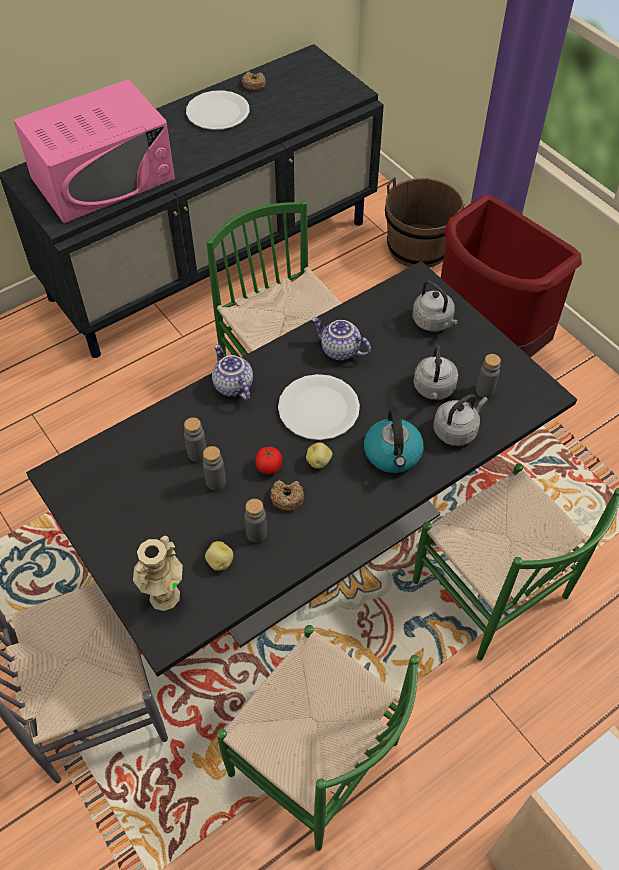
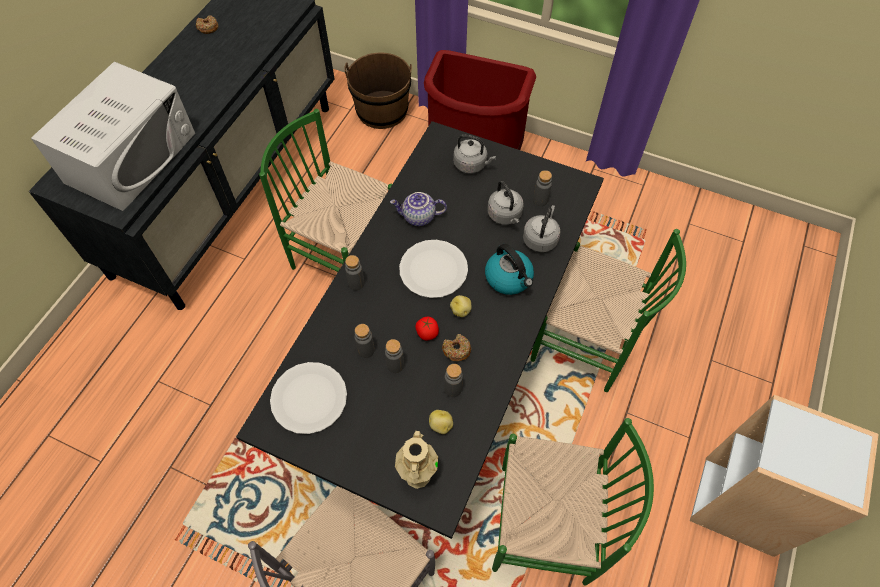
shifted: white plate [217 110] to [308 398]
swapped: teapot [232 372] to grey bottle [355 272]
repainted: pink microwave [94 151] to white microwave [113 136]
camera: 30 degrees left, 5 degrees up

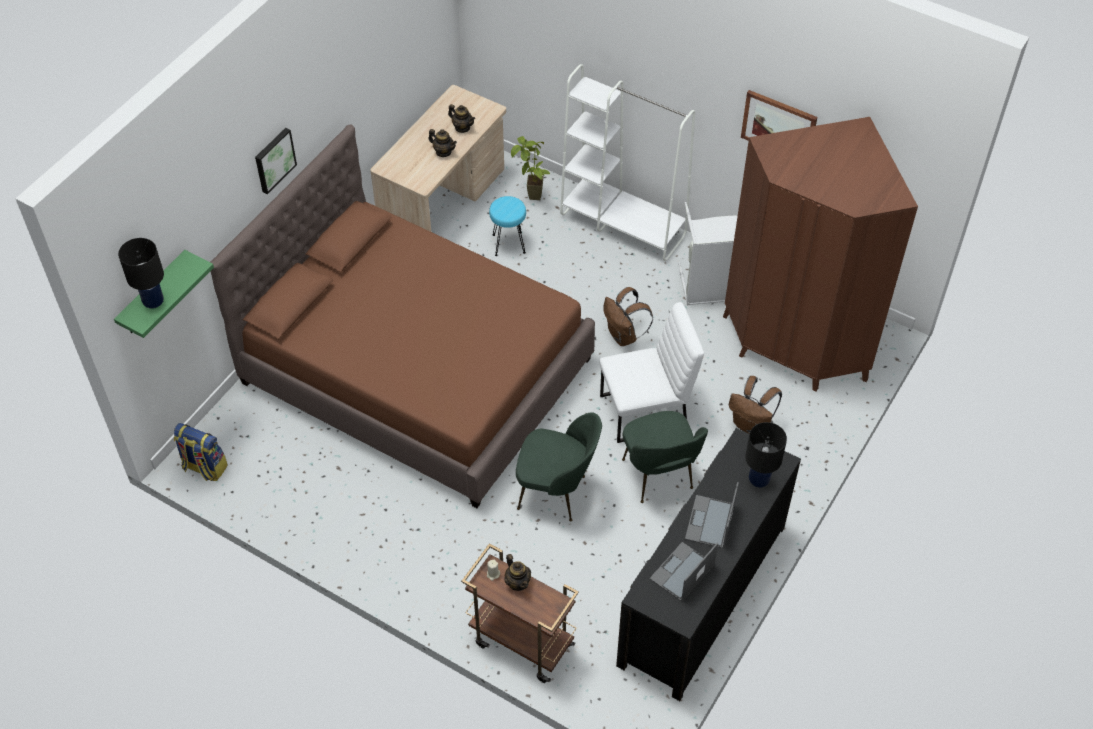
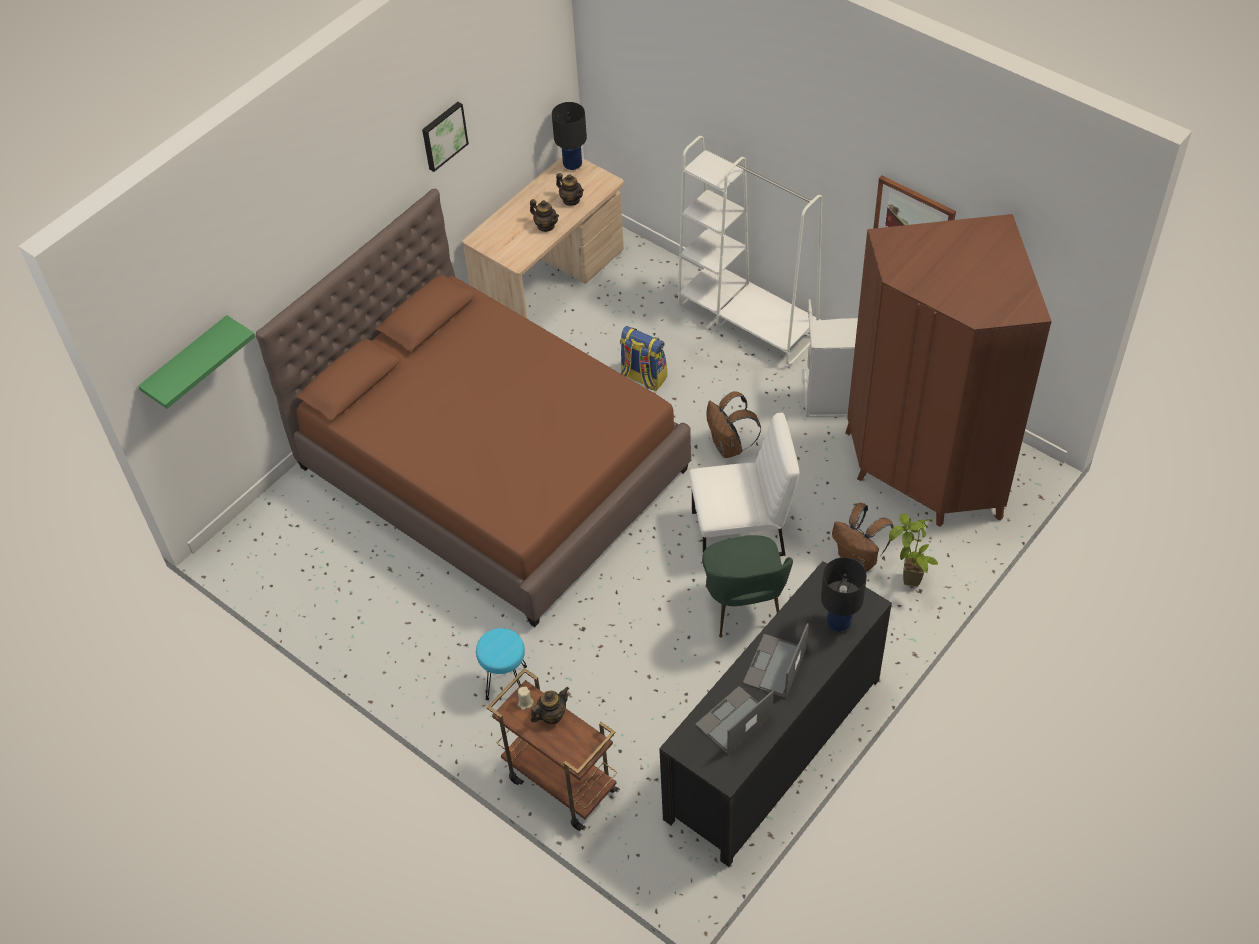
gone: green chair [559 467]
shifted: black table lamp [141 273] to [569 136]; backpack [201 452] to [643 358]; picture [276 161] to [445 137]; turquoise stool [507 226] to [501 664]; potted plant [530 168] to [913 550]
rotated: teapot [517 572] = [550 705] 105 degrees counterclockwise
camera: 10 degrees right, 0 degrees up

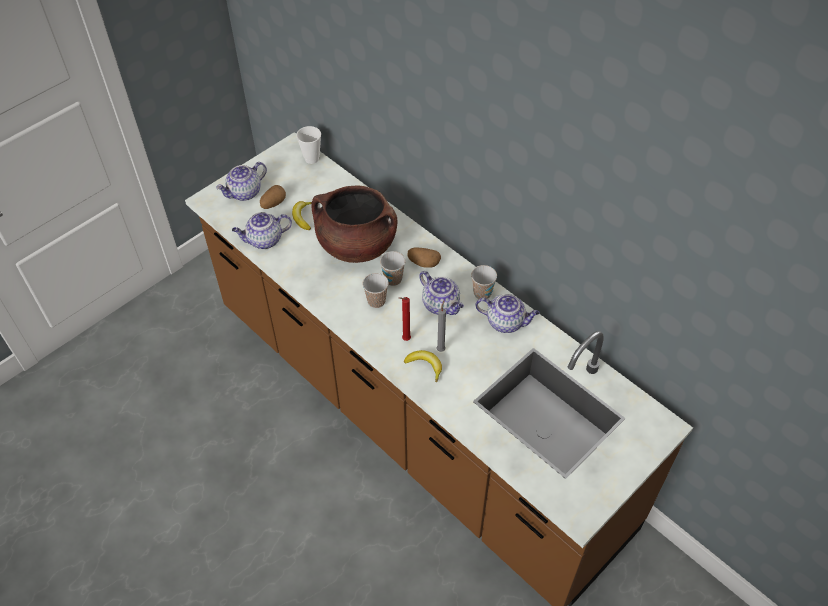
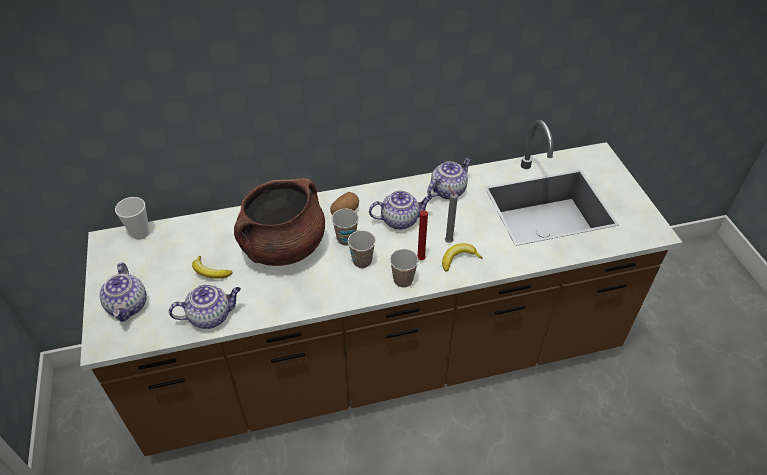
gone: potato [273 197]
shifted: cup [484 282] to [404 268]
rotated: teapot [262 230] = [205 307] 120 degrees counterclockwise
camera: 60 degrees left, 5 degrees down

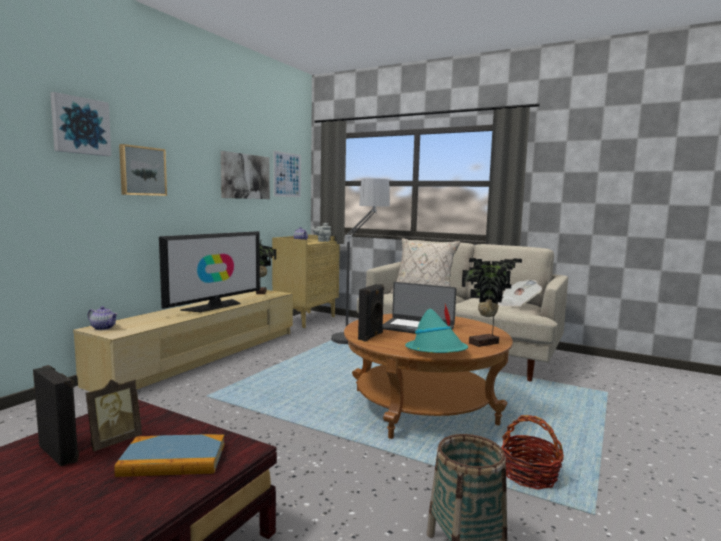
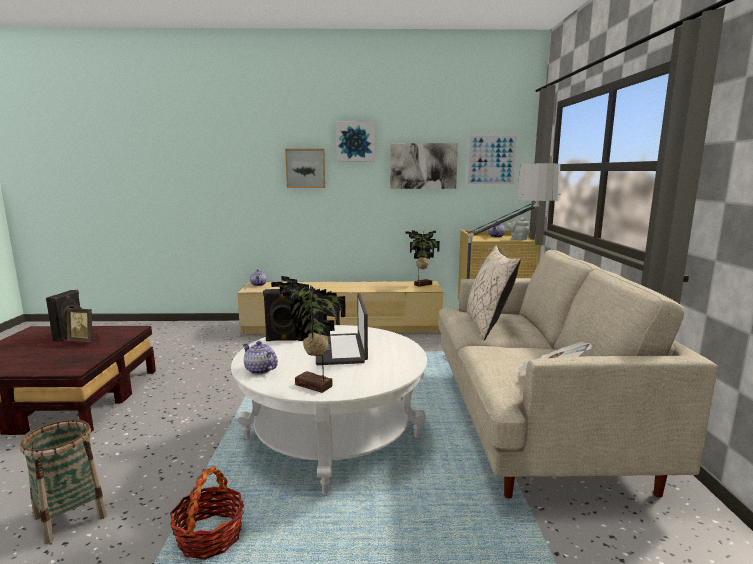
gone: book [169 455]; television [209 271]
shifted: picture [80 124] to [355 142]
swapped: turquoise hat [436 328] to teapot [260 358]
repainted: brown coffee table [428 376] to white coffee table [329 410]
camera: 60 degrees right, 5 degrees up

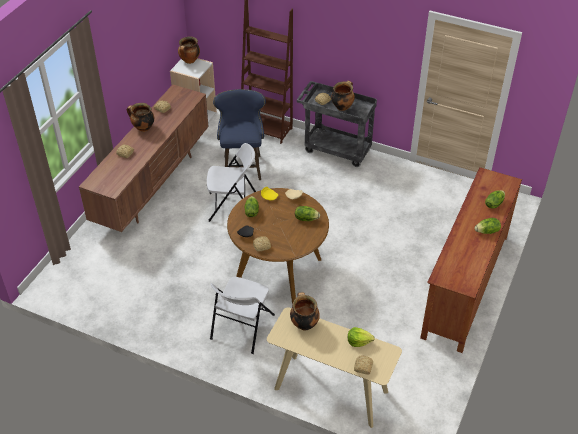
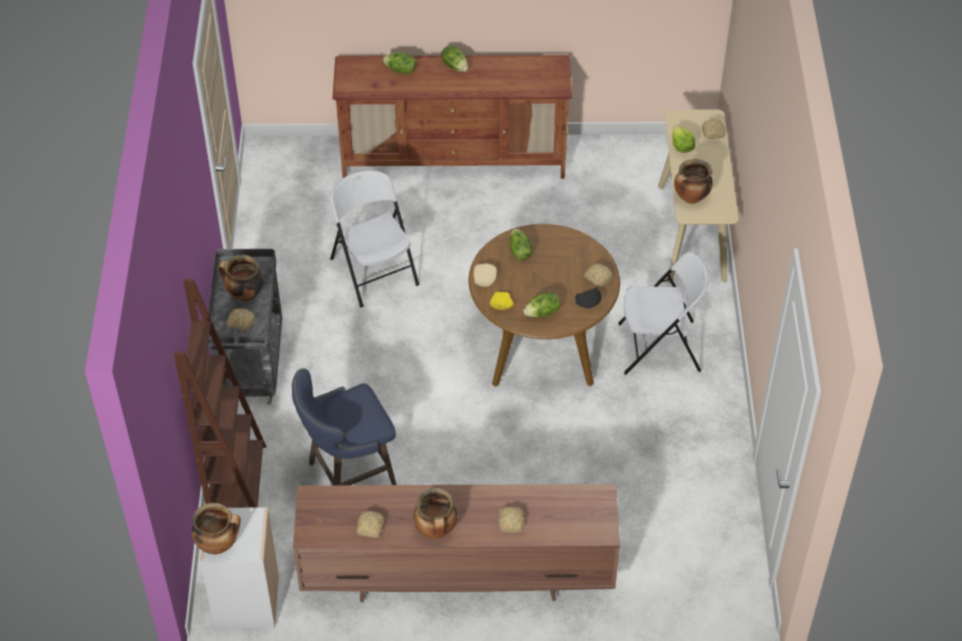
shifted: white chair [231 182] to [375 239]
camera: 115 degrees left, 5 degrees up

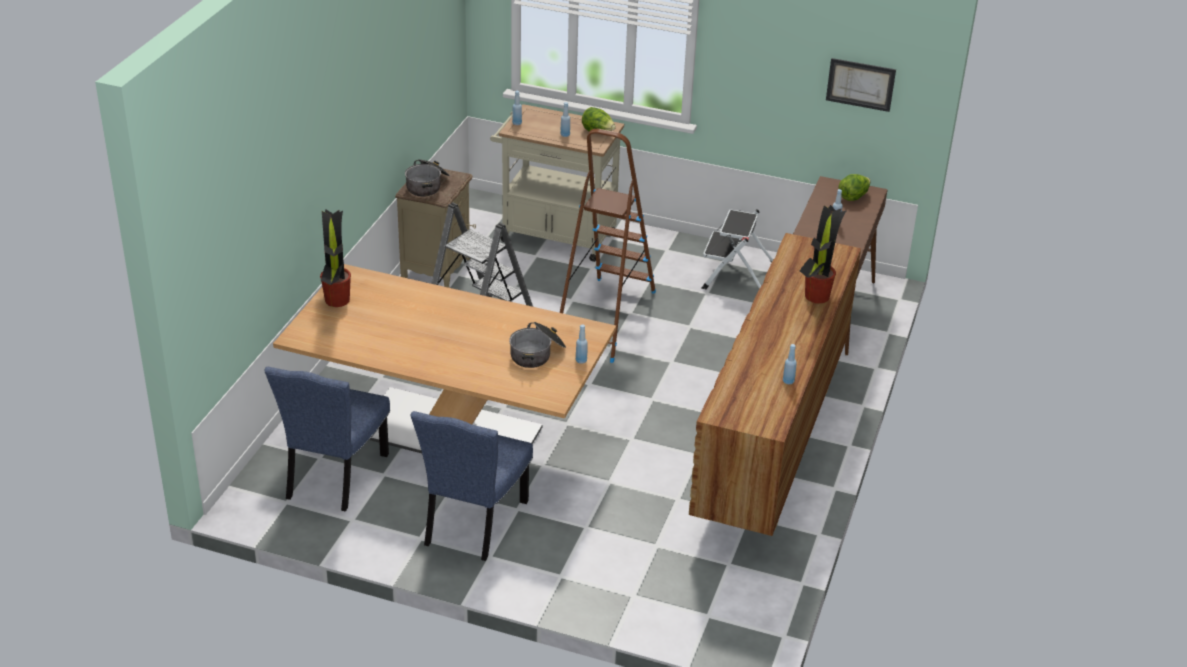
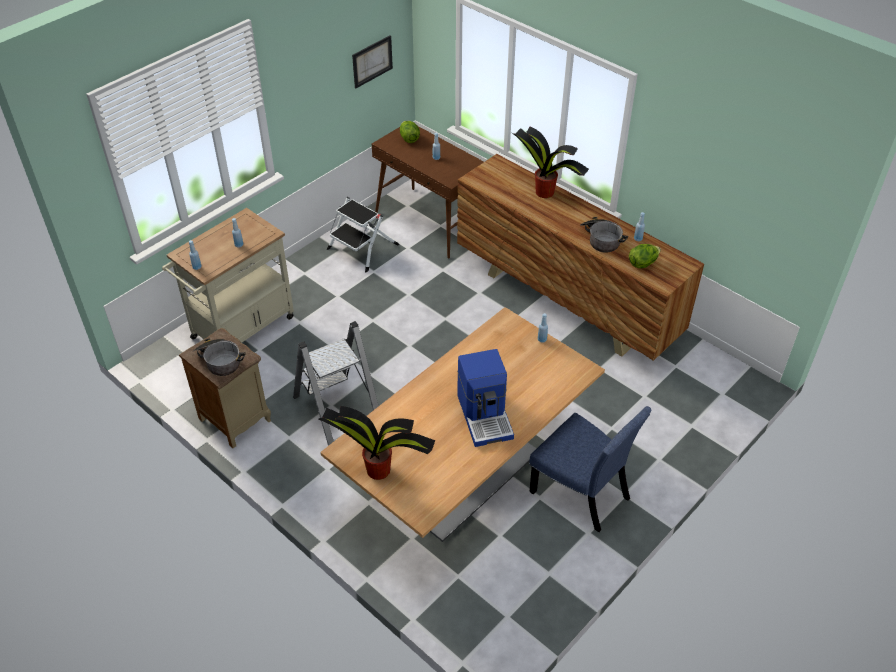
gone: blue chair [327 439]; brown step ladder [608 246]
new: coffee machine [485 398]
shifted: cooking pot [537 345] to [604 235]; lettuce [599 119] to [645 256]
camera: 65 degrees left, 10 degrees up

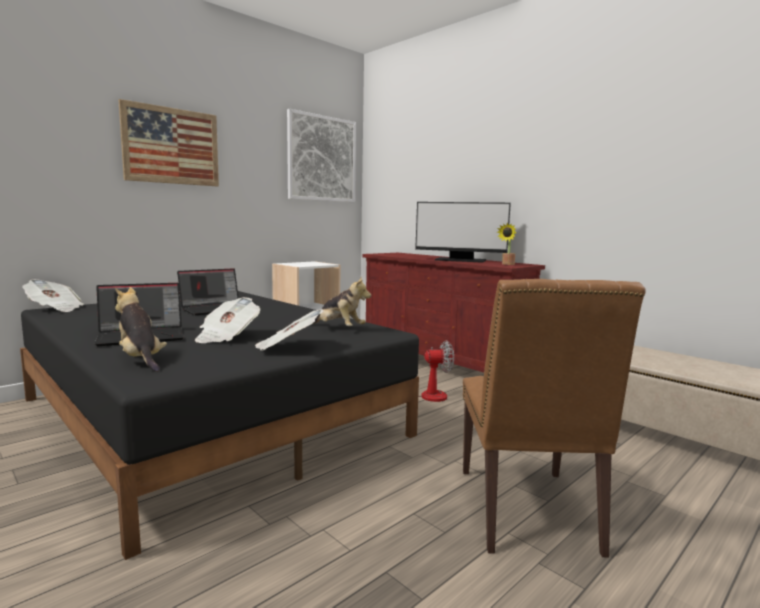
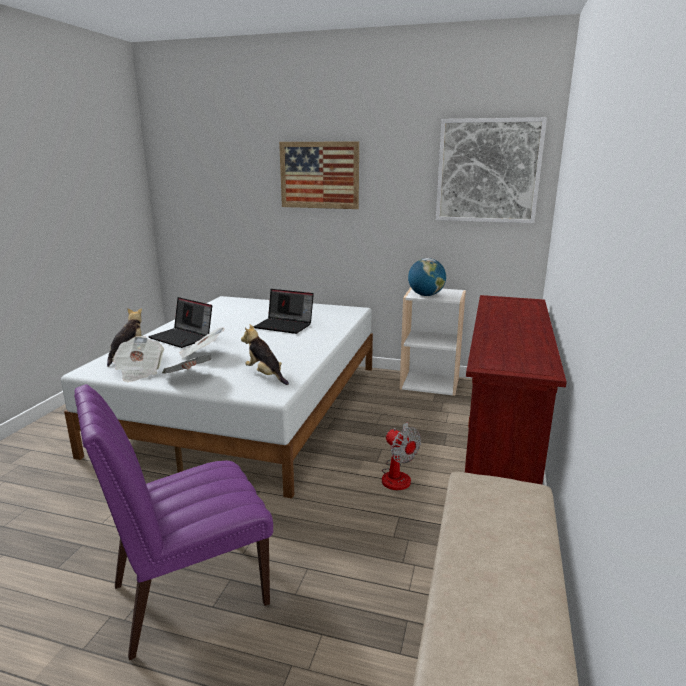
gone: monitor [463 232]; potted plant [506 244]
new: globe [427 277]
shifted: newspaper [53 295] to [138 359]
repainted: black bed [219 425] to white bed [217 397]; brown chair [554 418] to purple chair [173 522]
rotated: plush toy [341 301] = [265 355] 135 degrees clockwise
camera: 60 degrees right, 10 degrees up

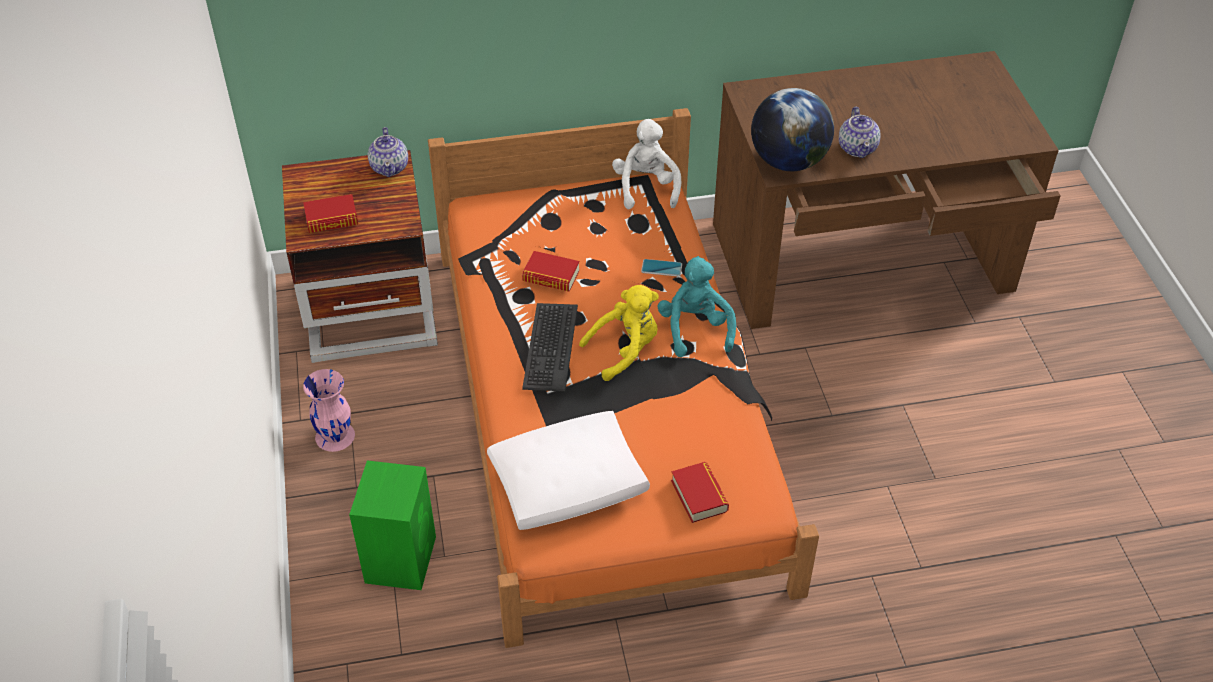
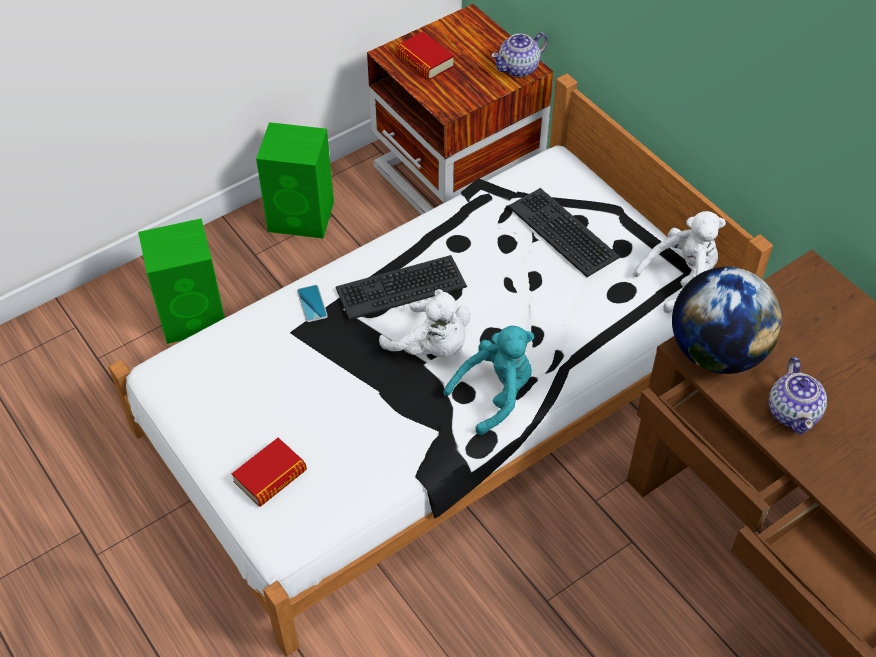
gone: white pillow [568 470]; book [551 271]
new: keyboard [564 232]
shifted: phone [661 268] to [312 303]
swapped: pink vase [329 410] to green speaker [295 180]
repainted: orange bed [623 378] to white bed [440 364]; yellow plush toy [619 333] to white plush toy [424 323]
rotated: teapot [859 132] = [798 395] 60 degrees counterclockwise
camera: 65 degrees right, 5 degrees up

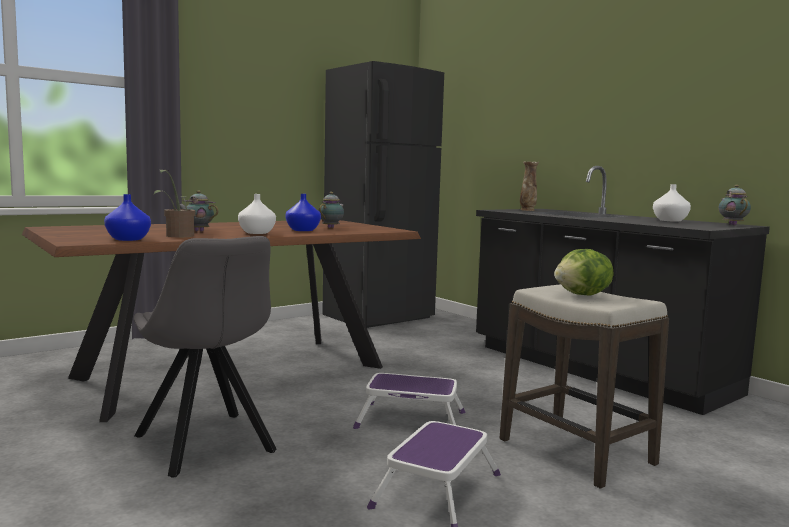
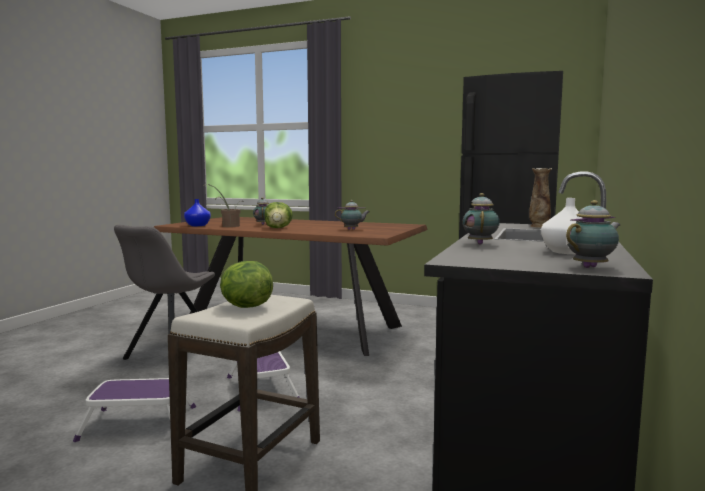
gone: blue vase [303 212]
new: teapot [481 219]
swapped: white vase [257 214] to lettuce [278 215]
camera: 60 degrees right, 0 degrees up

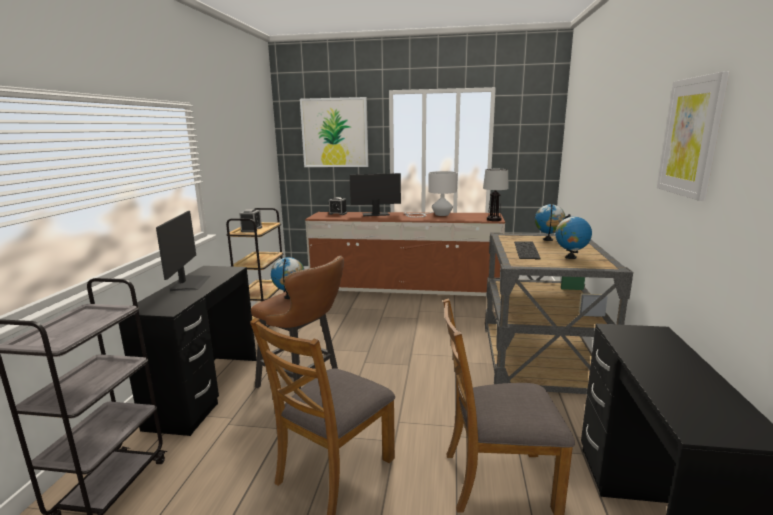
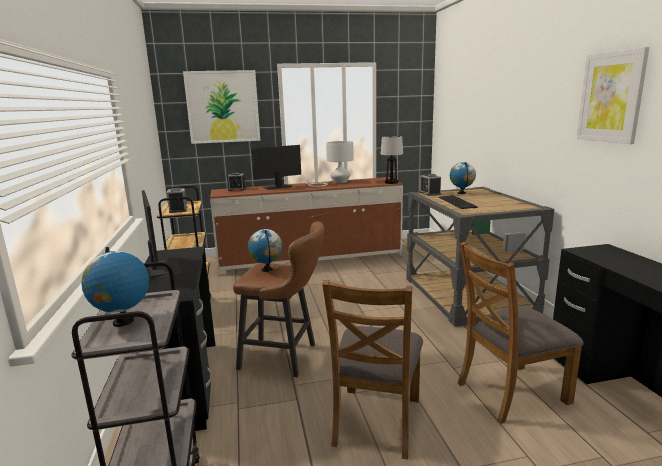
new: alarm clock [430 185]
shifted: globe [573 236] to [115 287]
camera: 20 degrees left, 0 degrees up

